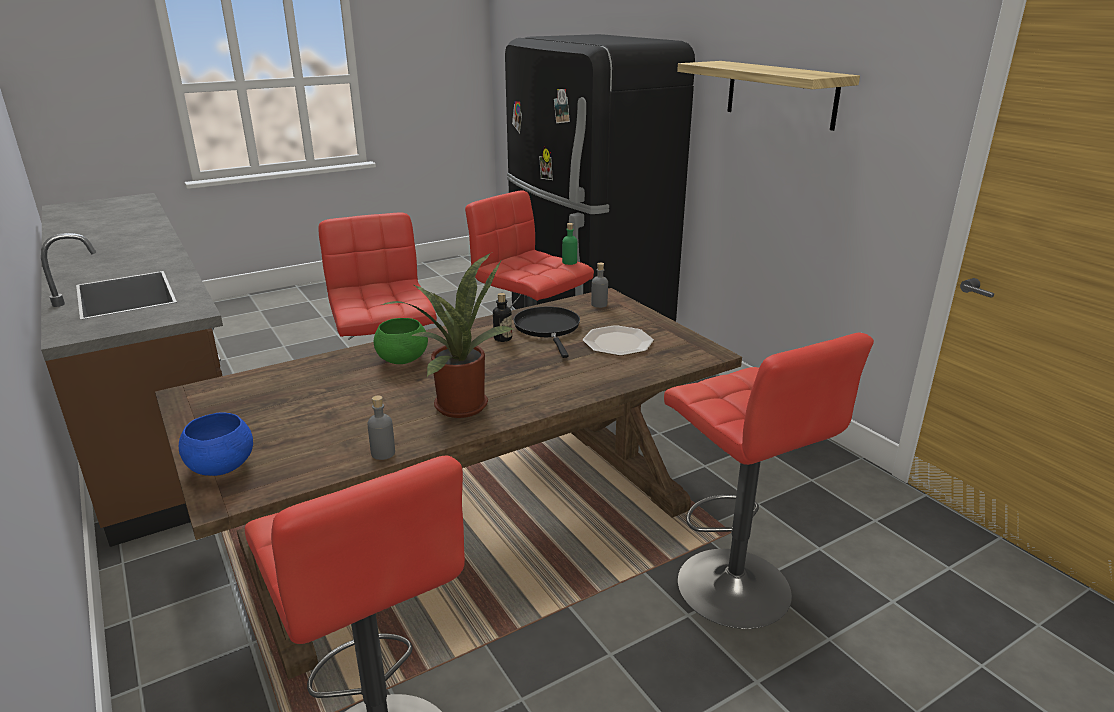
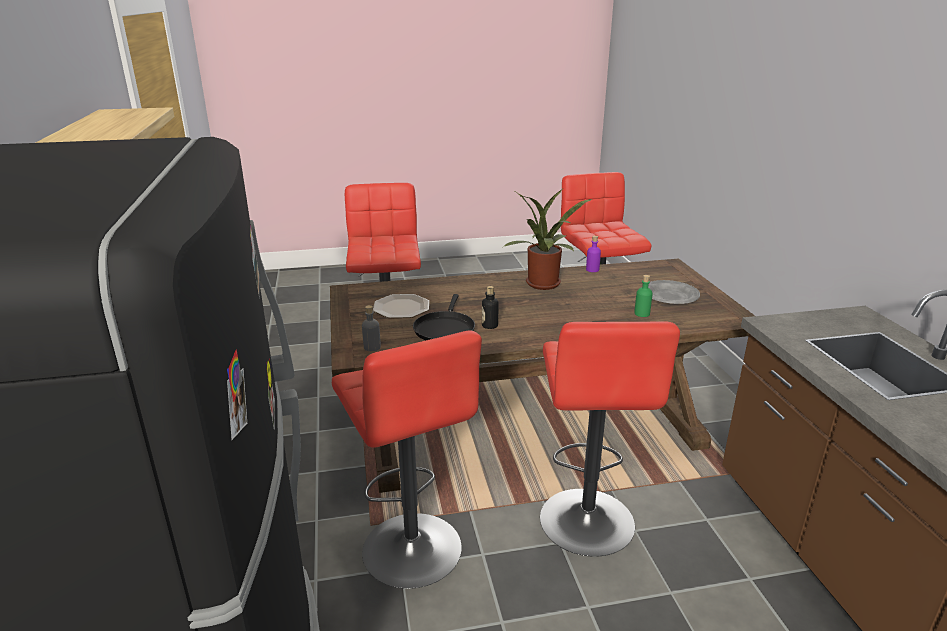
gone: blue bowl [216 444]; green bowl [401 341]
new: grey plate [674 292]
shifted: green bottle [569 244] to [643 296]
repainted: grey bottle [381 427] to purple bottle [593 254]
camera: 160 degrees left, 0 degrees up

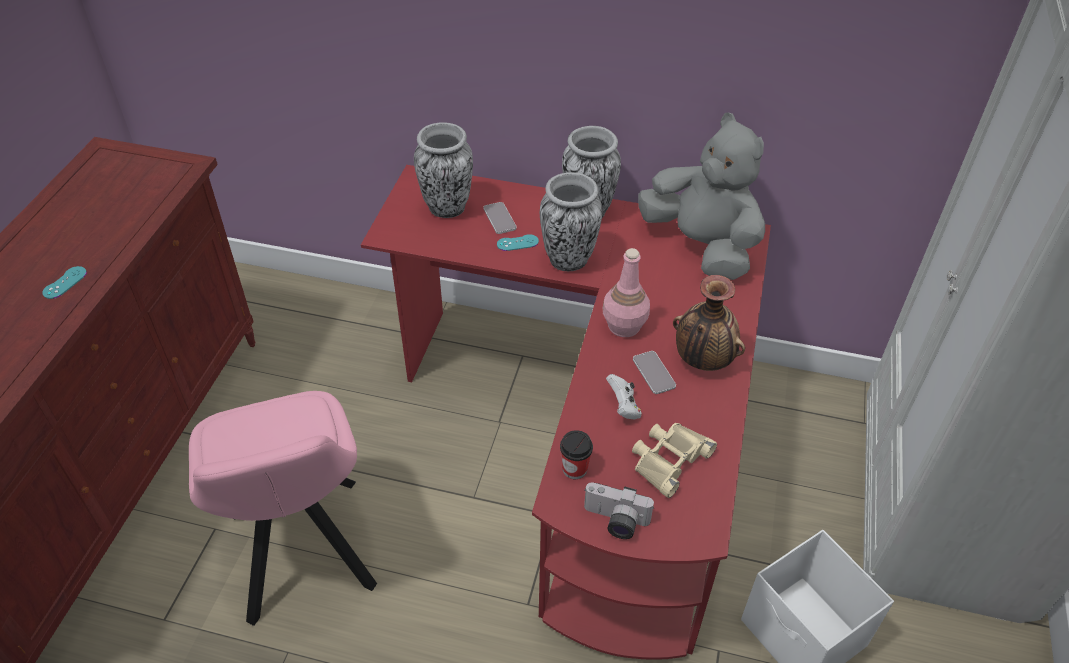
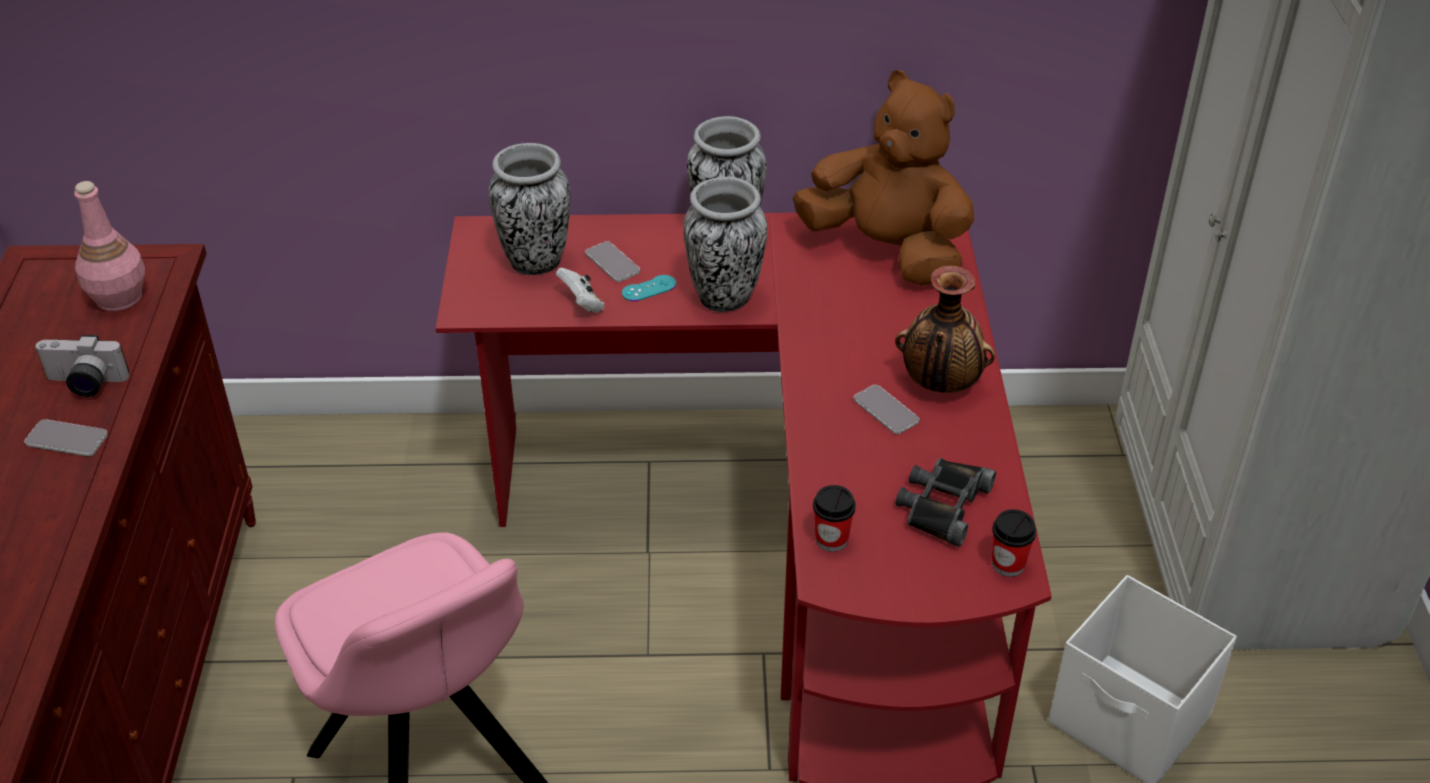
new: cup [1014 543]
shifted: photo camera [619 510] to [82 366]; pink bottle [626 292] to [109 246]; white game controller [624 396] to [580 290]
swapped: turquoise game controller [64 282] to phone [66 437]
repainted: beige binoculars [674 460] to black binoculars [946 502]; grey plush toy [701 196] to brown plush toy [883 178]
camera: 15 degrees left, 5 degrees down

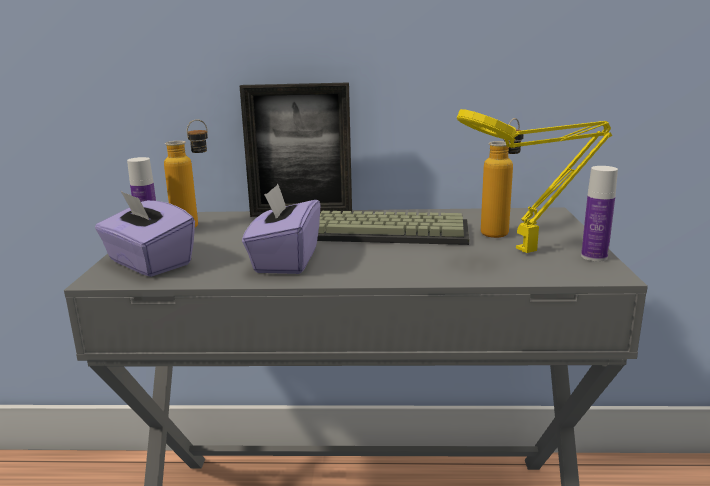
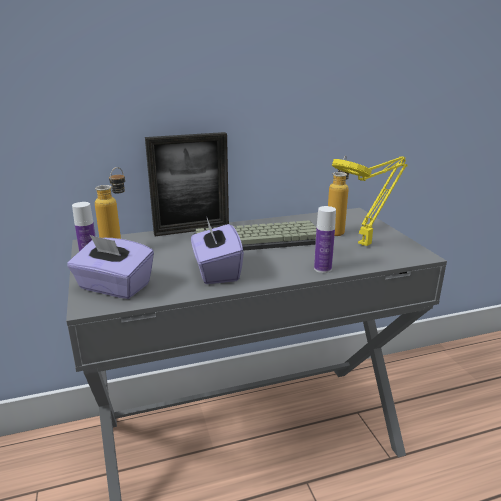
shifted: bottle [599 213] to [325 239]
camera: 20 degrees left, 5 degrees up

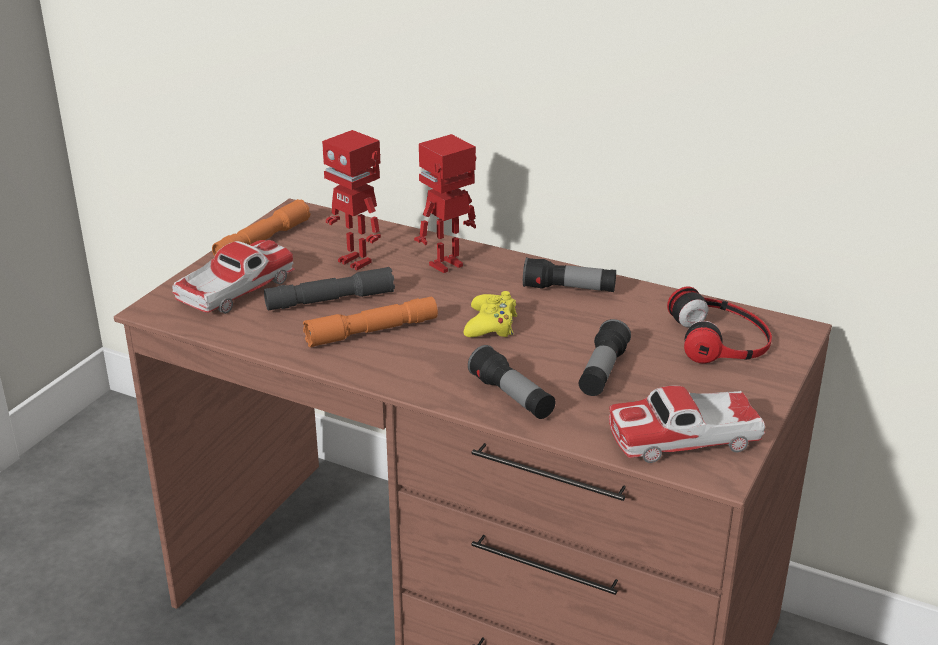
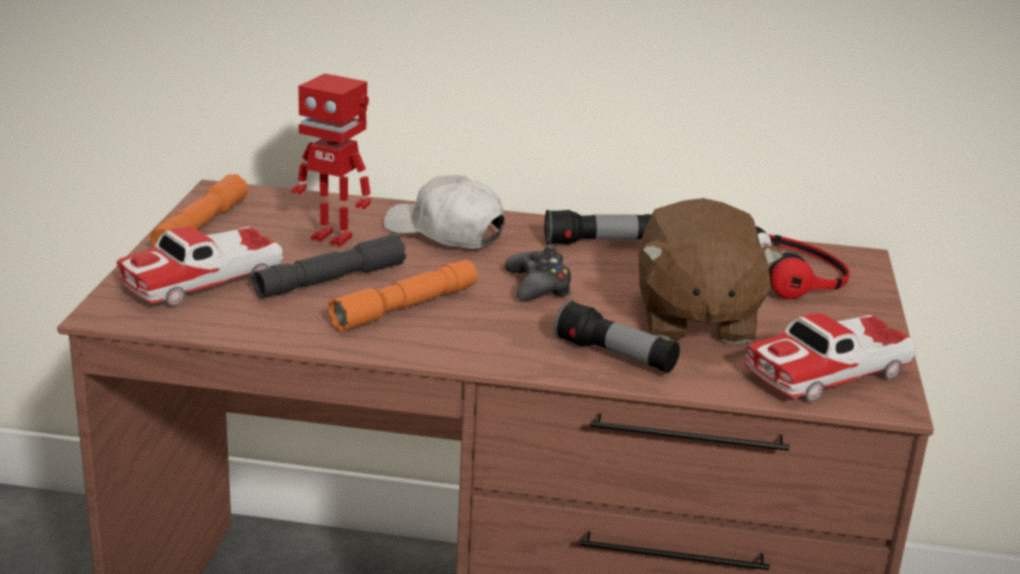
swapped: toy robot [445 203] to white cap [444 212]; flashlight [605 357] to brown plush toy [711 271]
repainted: yellow game controller [490 314] to black game controller [538 273]
rotated: toy car [233 277] = [200 266] 150 degrees counterclockwise
camera: 20 degrees left, 5 degrees down

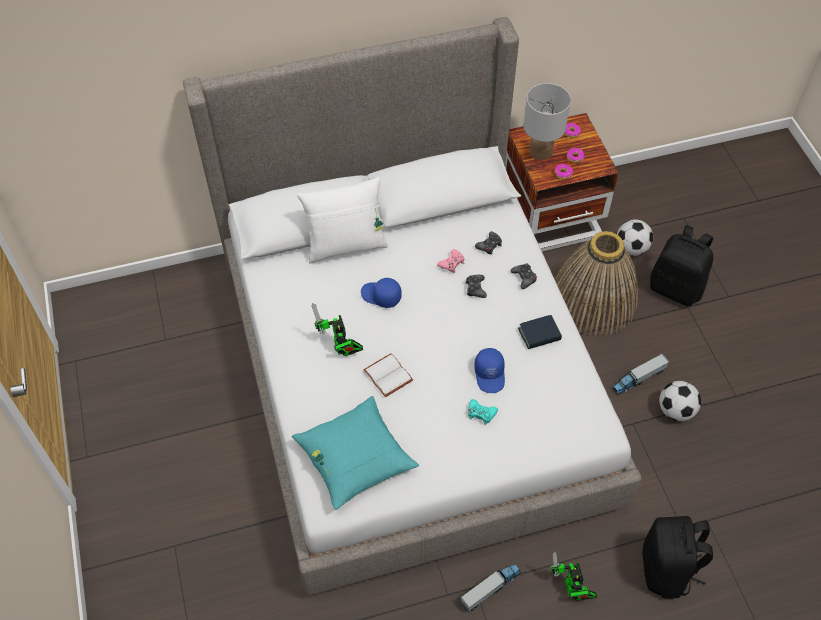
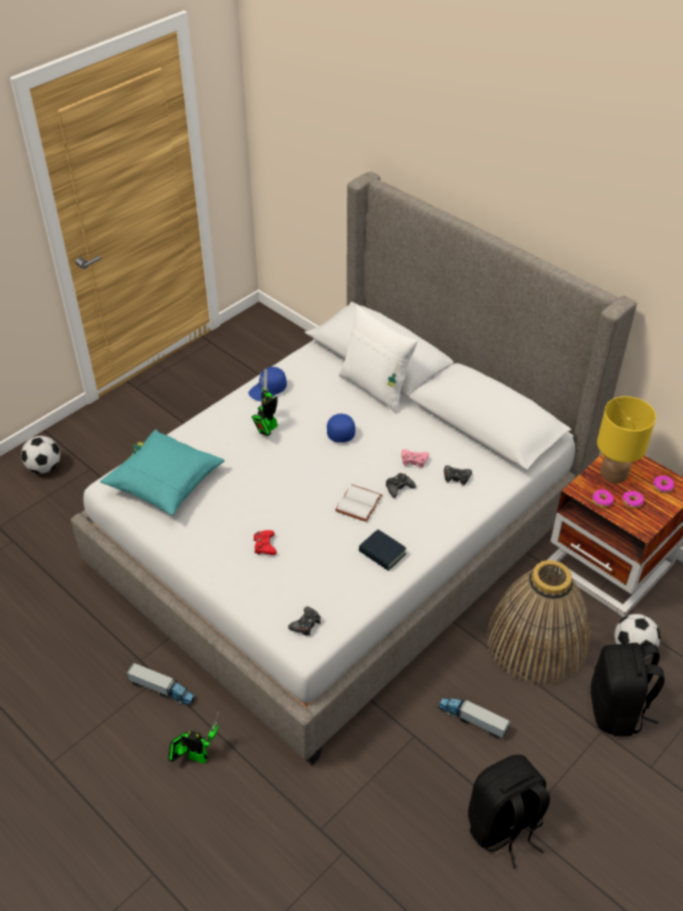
shifted: white book [388 375] to [358 503]; blue cap [489 370] to [268 384]; black game controller [524 276] to [304 621]; black backpack [677 557] to [509 812]; football [680 401] to [40 455]
repainted: turquoise game controller [483 412] to red game controller [265 542]; grey table lamp [547 121] to yellow table lamp [626 440]
rotated: toy robot [573 576] = [193 737] 60 degrees clockwise
camera: 60 degrees right, 10 degrees down

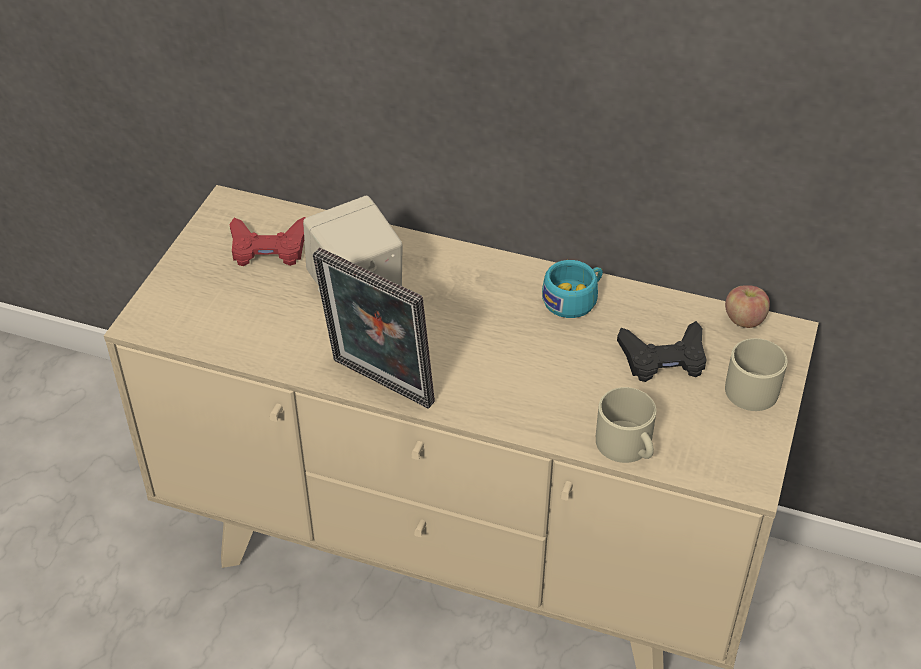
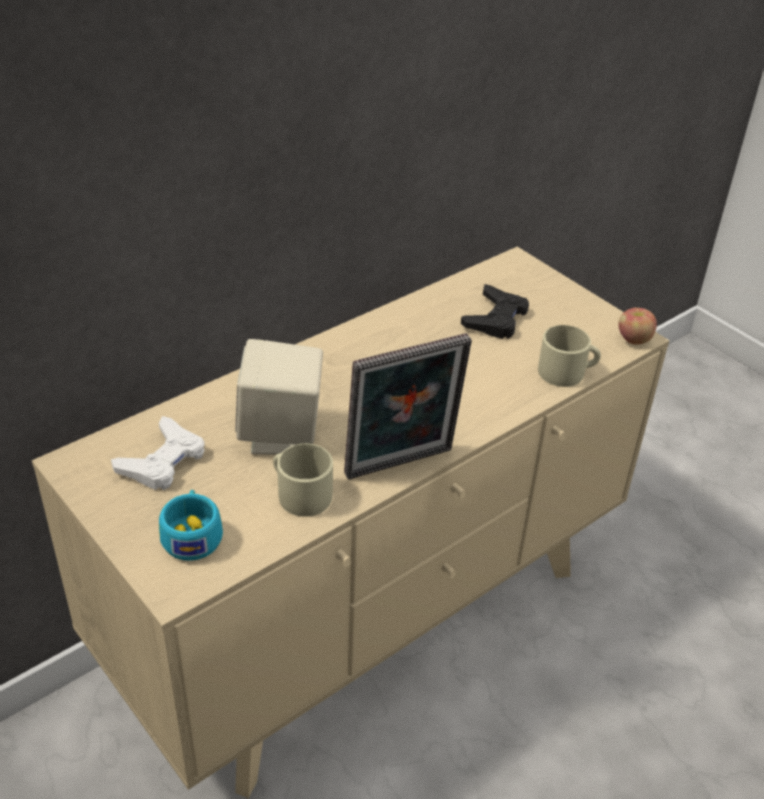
shifted: turquoise cup [572 289] to [191 525]; apple [747 306] to [637 326]; beige mug [756 374] to [303 480]
repainted: red game controller [267 241] to white game controller [158 453]
camera: 60 degrees left, 5 degrees down

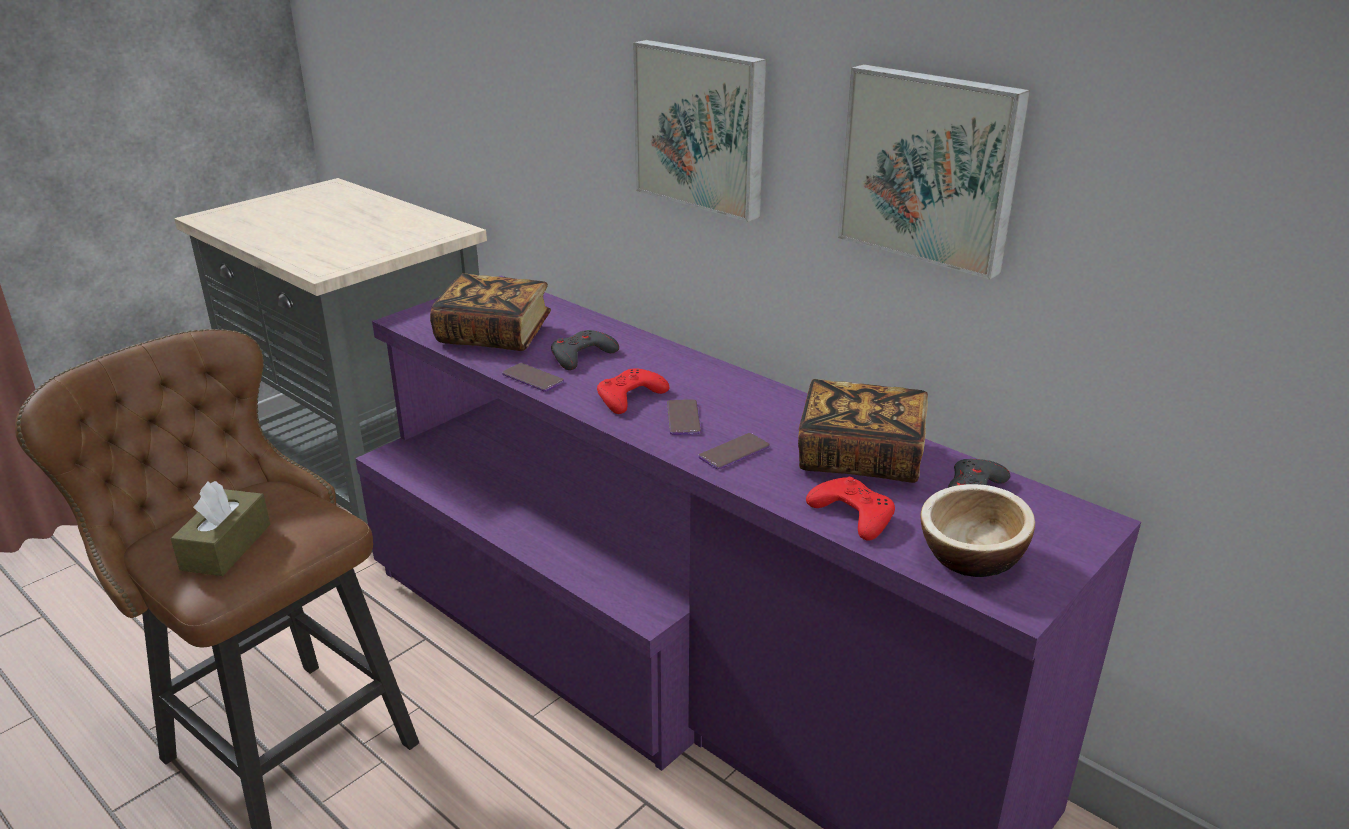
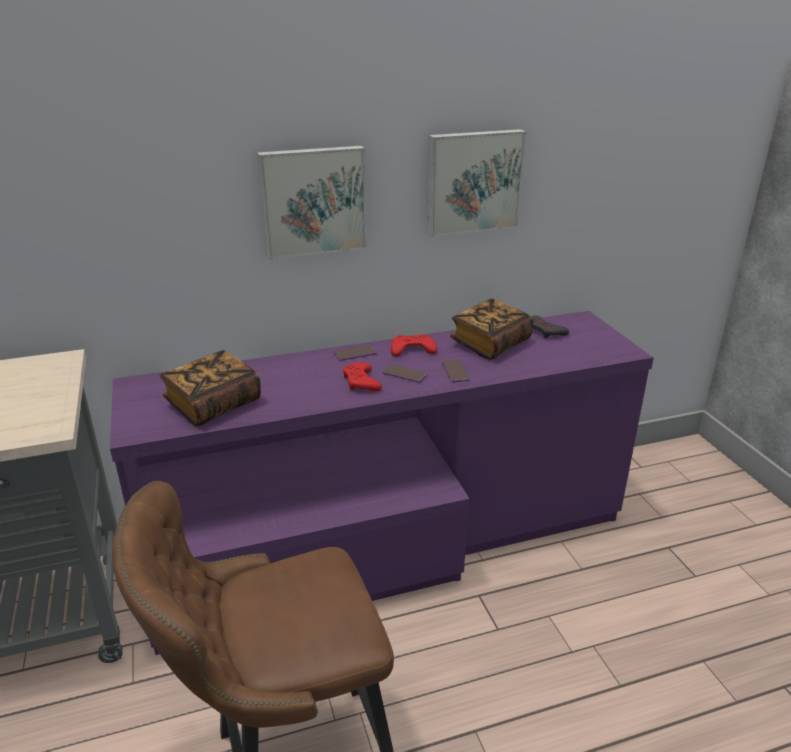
gone: brown tissue box [220 528]; grey game controller [585 350]; bowl [978 530]
shifted: phone [533 377] to [355 353]; red game controller [850 509] to [414 345]
camera: 60 degrees left, 0 degrees up

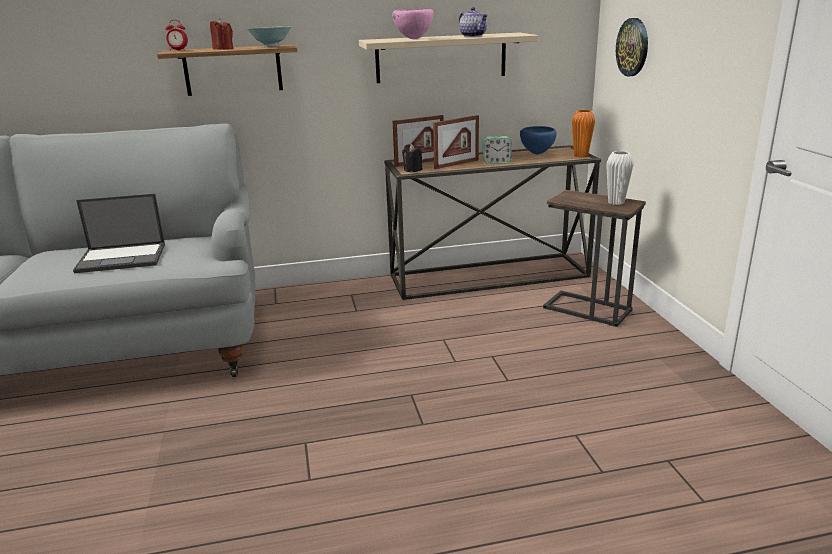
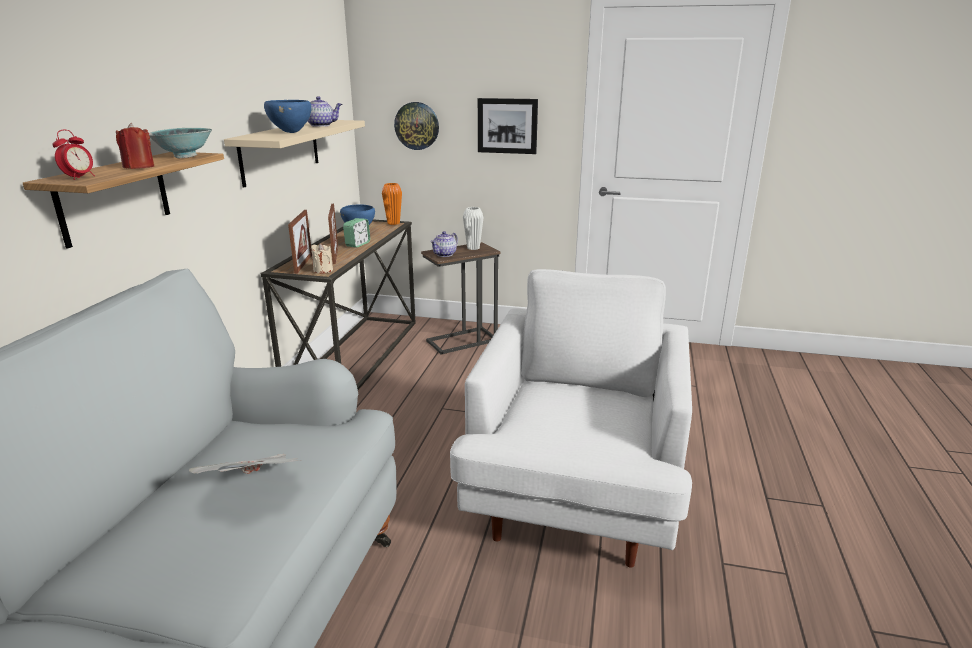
new: teapot [444 244]; white armchair [571 418]; picture [508 126]
swapped: laptop [119 233] to newspaper [244 464]
repainted: pink bowl [413 24] to blue bowl [287 116]; black candle [412 158] to beige candle [322 258]
camera: 65 degrees left, 0 degrees up

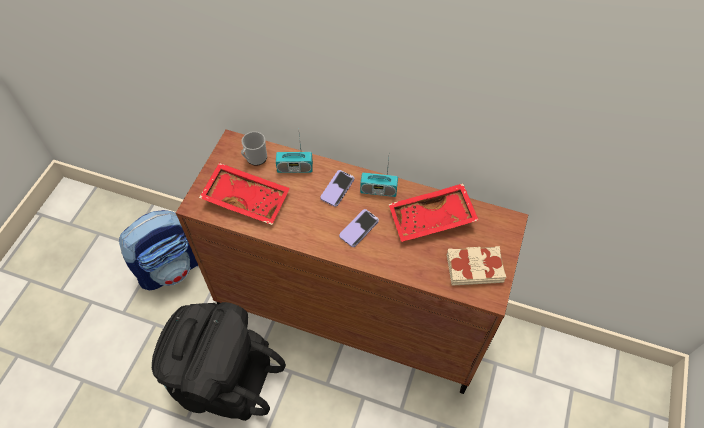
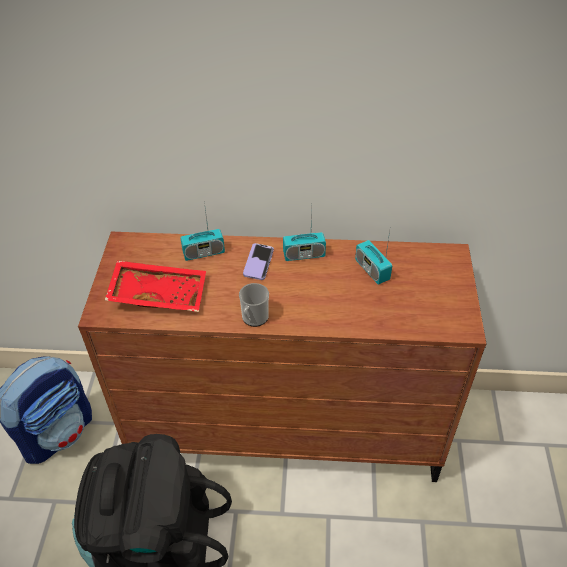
gone: phone [359 228]; beige book [476 266]
shifted: mug [254 148] to [254 305]
swapped: red tray [434 212] to radio [373 258]
camera: 15 degrees left, 10 degrees down

